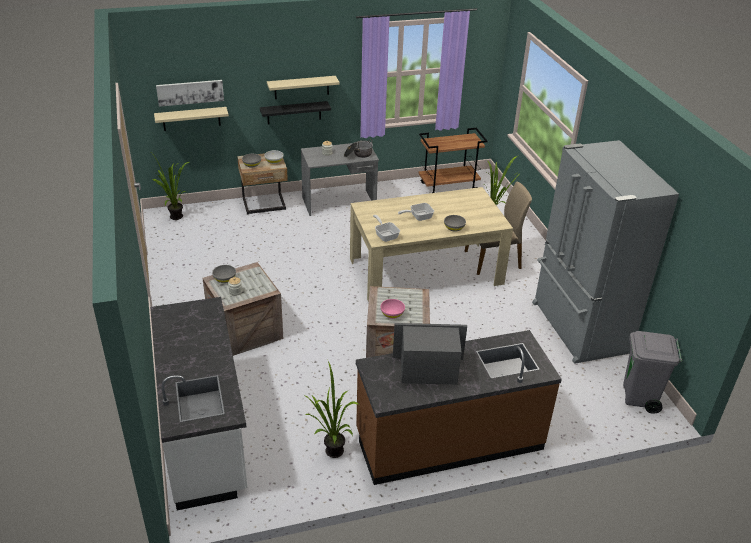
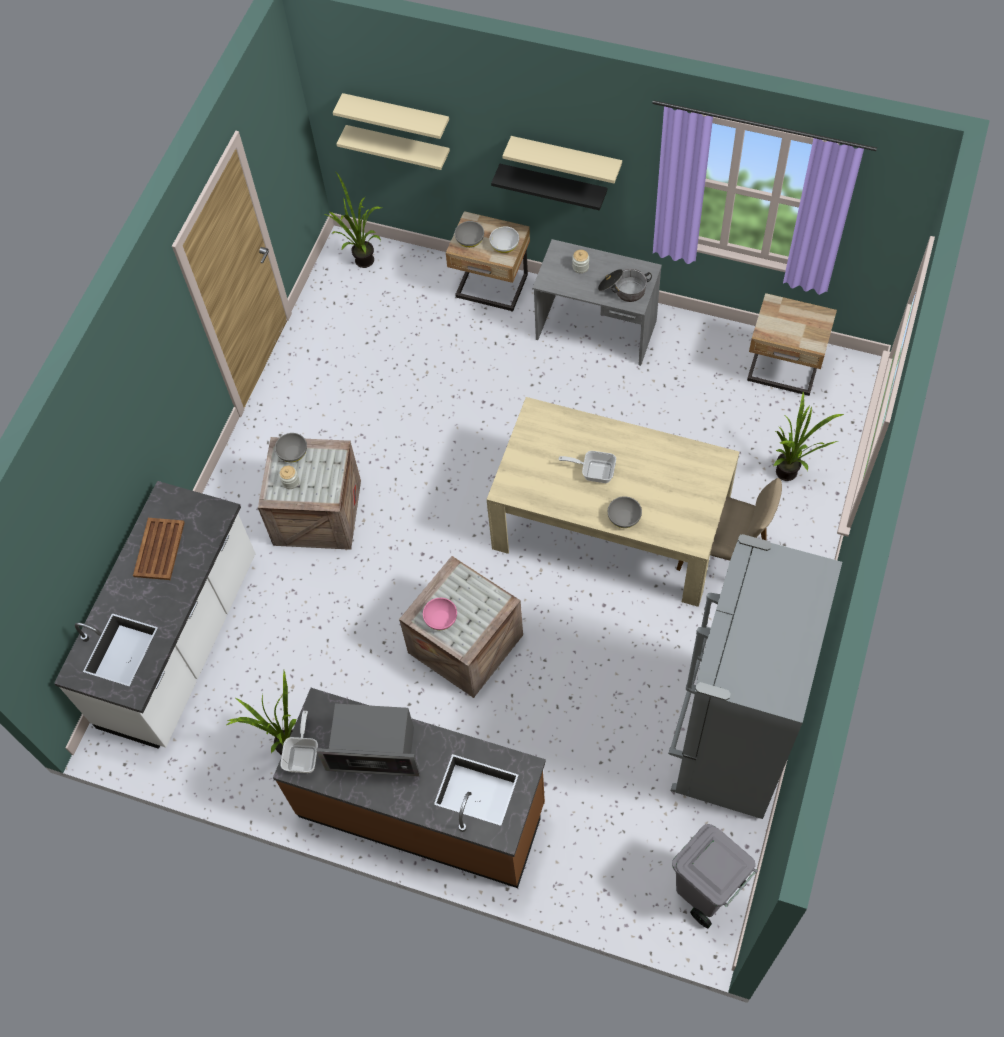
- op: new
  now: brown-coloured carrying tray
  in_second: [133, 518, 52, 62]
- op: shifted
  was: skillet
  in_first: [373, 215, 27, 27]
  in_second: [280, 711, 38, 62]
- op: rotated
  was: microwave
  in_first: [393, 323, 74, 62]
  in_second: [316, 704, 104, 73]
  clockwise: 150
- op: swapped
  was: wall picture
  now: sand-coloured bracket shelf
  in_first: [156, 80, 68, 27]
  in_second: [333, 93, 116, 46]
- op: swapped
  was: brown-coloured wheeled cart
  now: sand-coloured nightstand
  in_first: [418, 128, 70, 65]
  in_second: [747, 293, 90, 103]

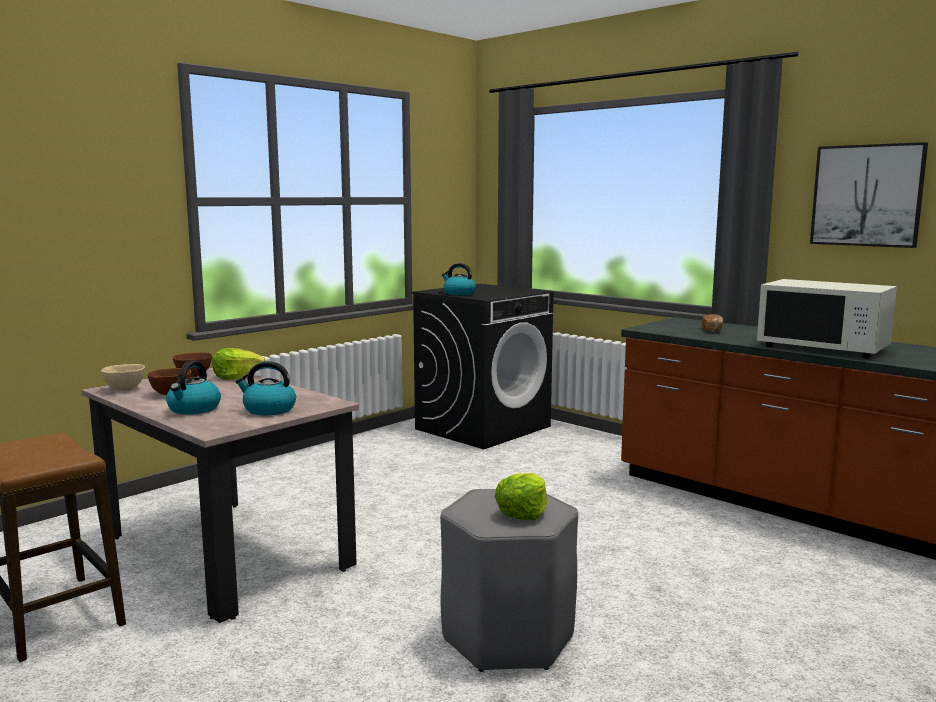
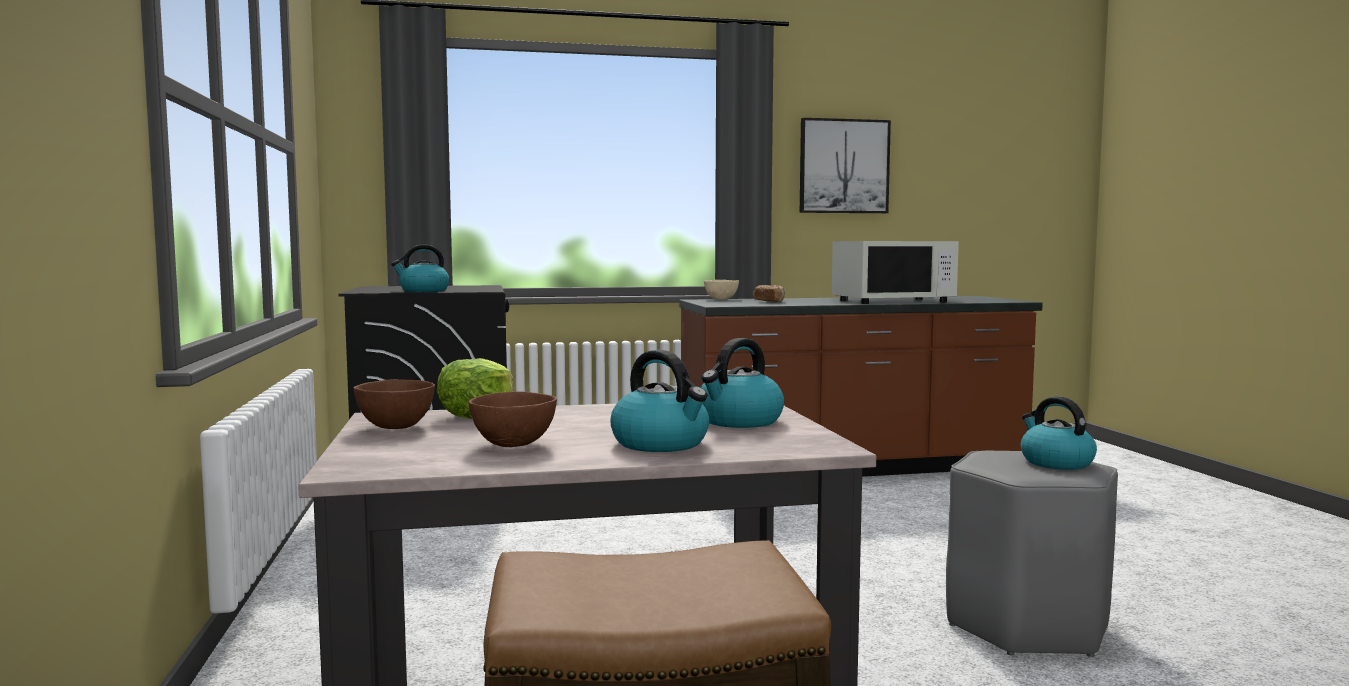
- op: shifted
  was: sand-coloured deep dish
  in_first: [101, 364, 44, 27]
  in_second: [704, 280, 35, 20]
- op: swapped
  was: head of lettuce
  now: tea kettle
  in_first: [495, 473, 52, 47]
  in_second: [1021, 397, 76, 73]

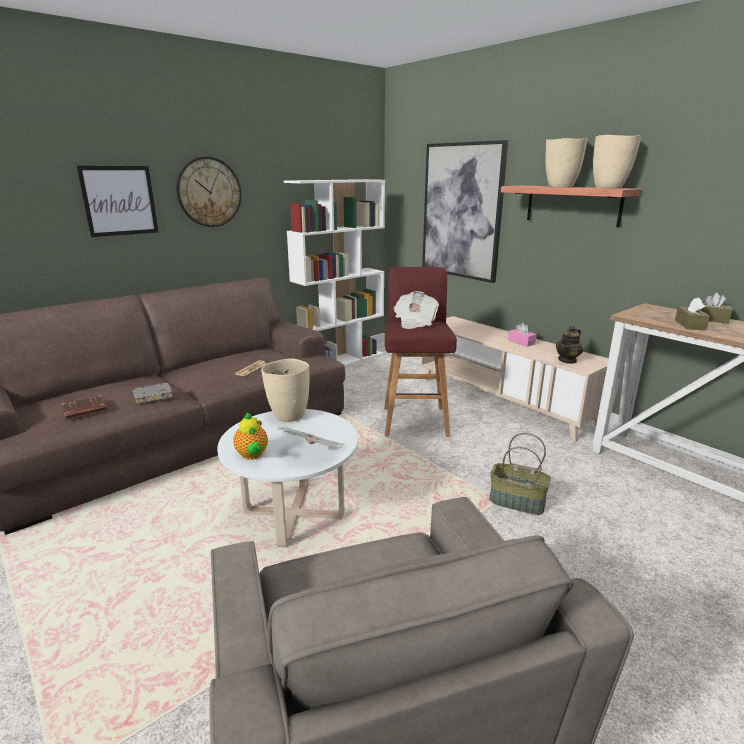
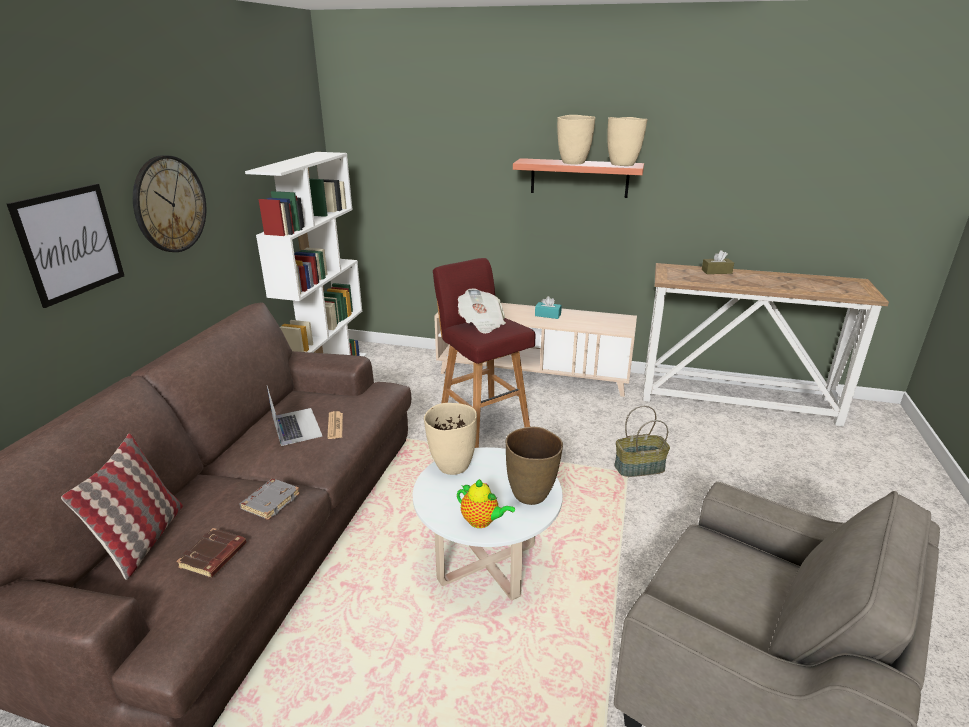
- op: new
  now: pillow
  in_second: [61, 434, 122, 146]
- op: new
  now: notebook computer
  in_second: [267, 386, 55, 60]
- op: swapped
  was: daily paper
  now: brown-coloured vase
  in_first: [278, 427, 67, 22]
  in_second: [506, 427, 57, 78]
- op: repainted
  was: pink-coloured box of tissues
  now: blue-green box of tissues
  in_first: [508, 323, 29, 24]
  in_second: [535, 296, 27, 23]
- op: gone
  was: wall picture
  in_first: [422, 140, 86, 143]
- op: gone
  was: teapot
  in_first: [556, 326, 27, 38]
- op: gone
  was: brown-coloured box of tissues
  in_first: [675, 297, 35, 33]

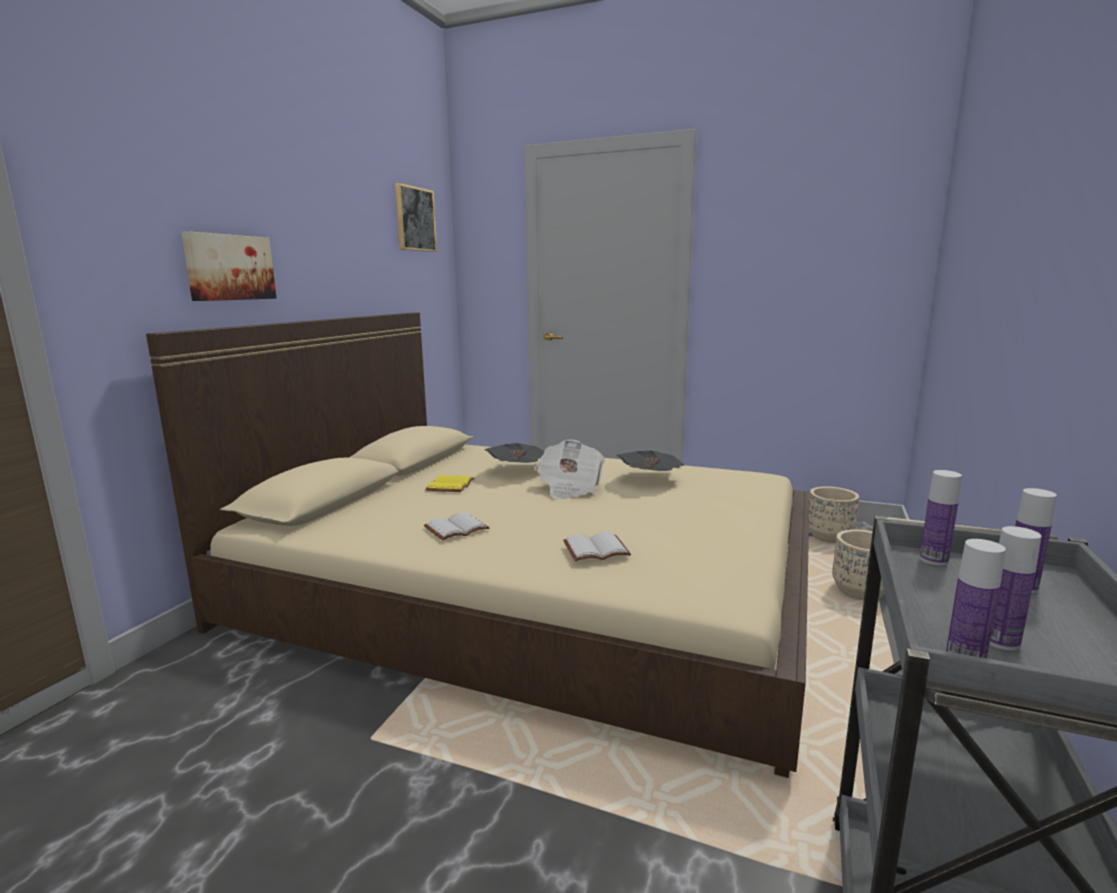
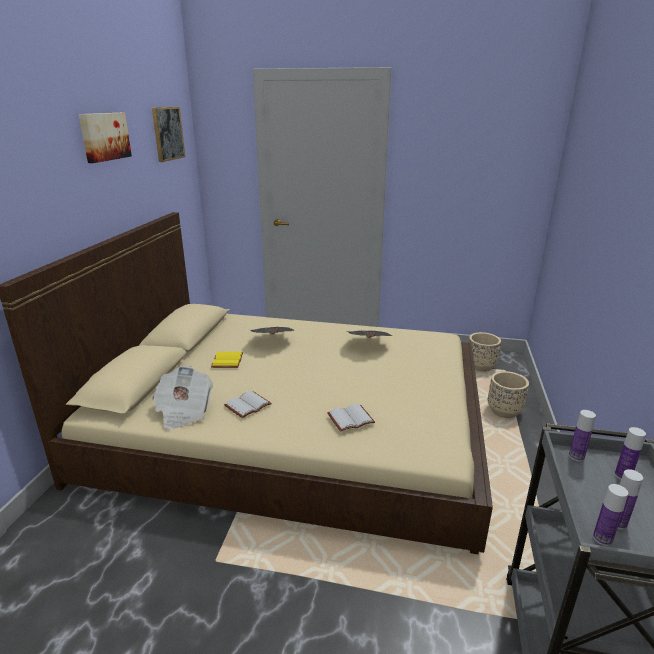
- op: shifted
  was: wall picture
  in_first: [181, 231, 96, 70]
  in_second: [79, 113, 53, 50]
- op: shifted
  was: daily paper
  in_first: [536, 440, 69, 59]
  in_second: [152, 366, 61, 64]

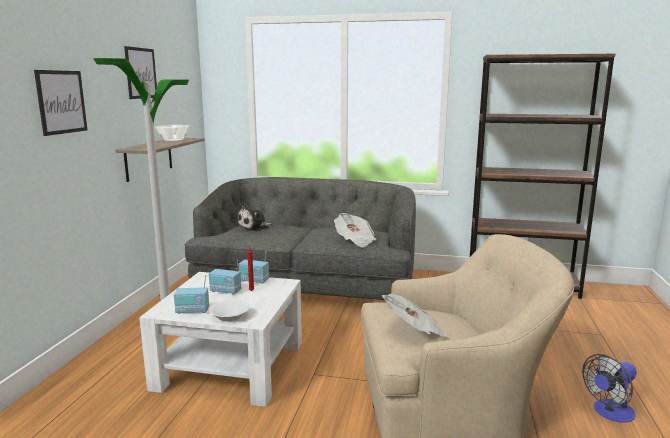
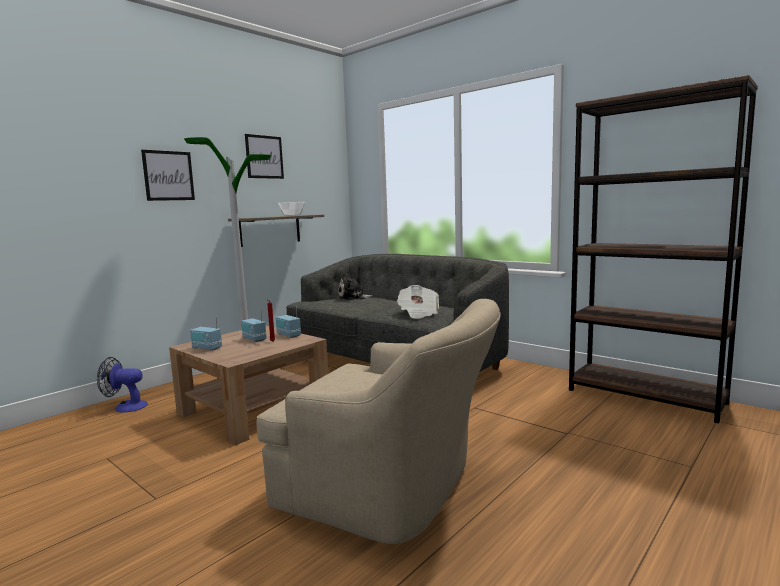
- op: shifted
  was: fan
  in_first: [582, 354, 55, 69]
  in_second: [97, 357, 51, 56]
- op: repainted
  was: white-coloured lounge table
  now: brown-coloured lounge table
  in_first: [139, 272, 163, 135]
  in_second: [169, 326, 159, 119]
- op: gone
  was: white-coloured deep dish
  in_first: [209, 300, 41, 21]
- op: gone
  was: daily paper
  in_first: [382, 294, 66, 43]

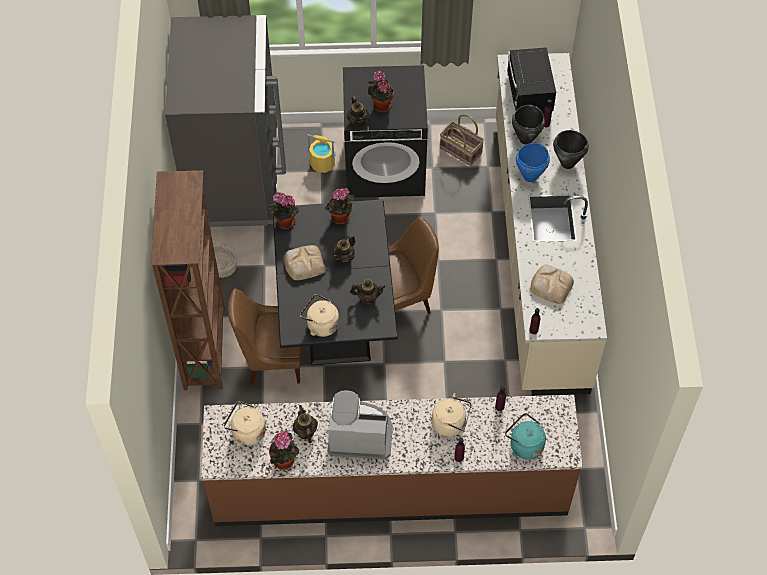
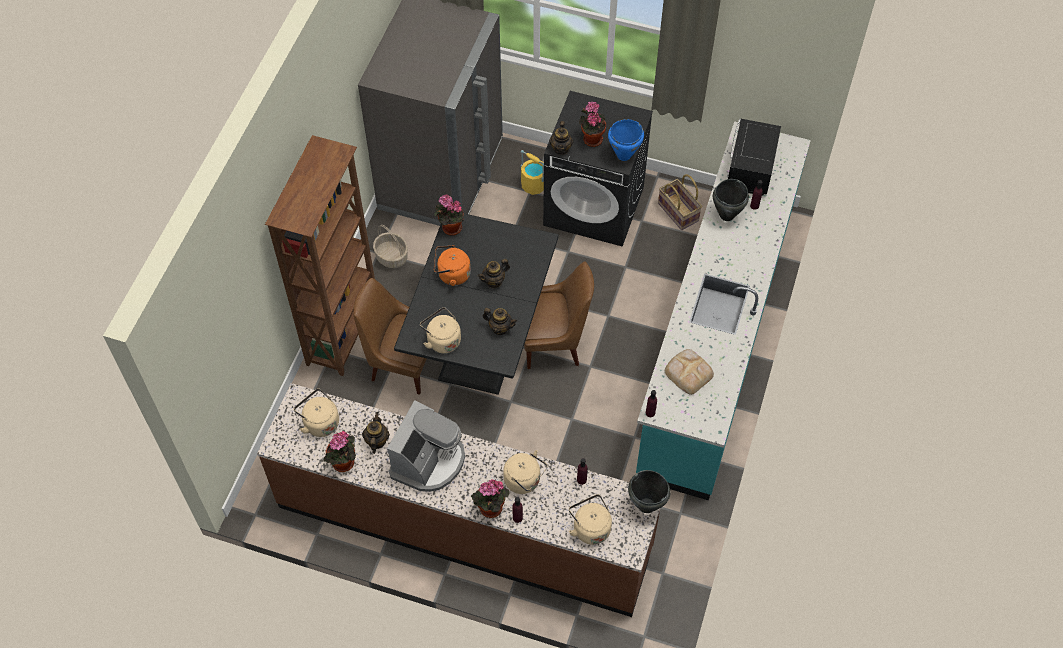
- op: rotated
  was: coffee brewer
  in_first: [328, 390, 65, 70]
  in_second: [387, 400, 78, 92]
  clockwise: 90
- op: swapped
  was: baked bread
  now: orange tea kettle
  in_first: [284, 245, 42, 35]
  in_second: [434, 245, 37, 41]
- op: shifted
  was: potted plant
  in_first: [324, 188, 30, 36]
  in_second: [471, 479, 39, 39]
- op: repainted
  was: blue-green tea kettle
  now: sand-coloured tea kettle
  in_first: [505, 413, 41, 47]
  in_second: [569, 494, 43, 51]
- op: shifted
  was: blue saucepot
  in_first: [516, 143, 34, 39]
  in_second: [608, 119, 36, 42]
- op: shifted
  was: black-coloured saucepot
  in_first: [553, 130, 36, 39]
  in_second: [628, 470, 42, 43]
- op: repainted
  was: sand-coloured kitchen counter
  now: blue-green kitchen counter
  in_first: [496, 53, 111, 343]
  in_second: [636, 121, 175, 379]

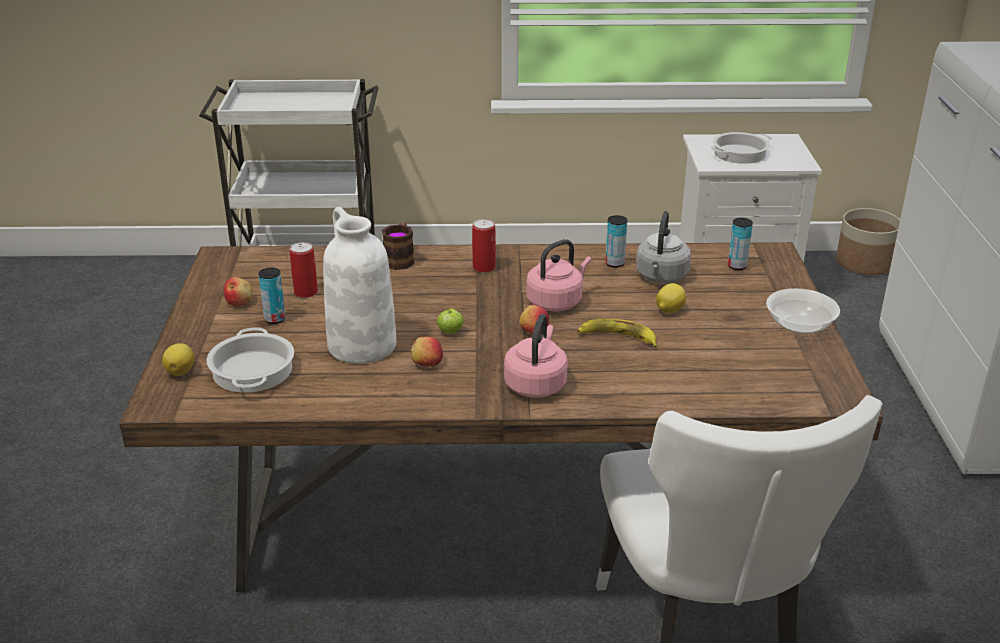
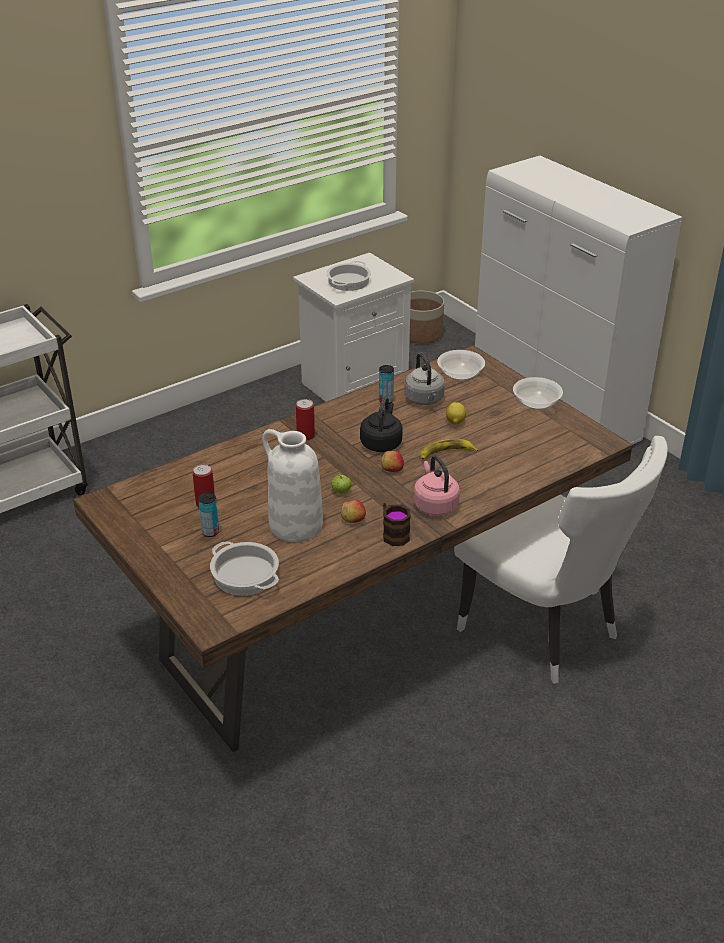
- op: repainted
  was: pink-coloured tea kettle
  now: black-coloured tea kettle
  in_first: [526, 239, 65, 72]
  in_second: [360, 396, 43, 56]
- op: shifted
  was: mug
  in_first: [382, 222, 32, 48]
  in_second: [383, 501, 28, 45]
- op: swapped
  was: sealed can
  now: deep dish
  in_first: [728, 218, 25, 52]
  in_second: [437, 350, 48, 30]
- op: gone
  was: whole lemon
  in_first: [162, 343, 32, 33]
- op: gone
  was: apple
  in_first: [224, 277, 29, 29]

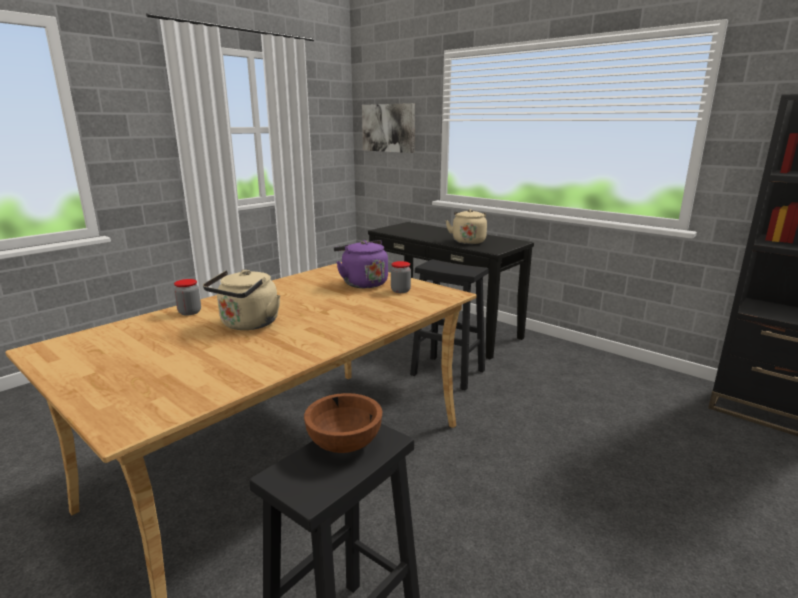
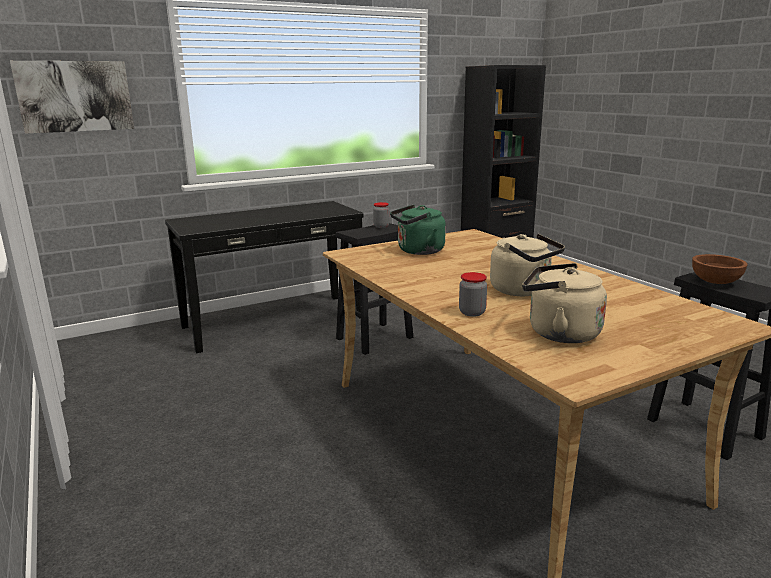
- op: shifted
  was: jar
  in_first: [391, 261, 20, 32]
  in_second: [373, 202, 16, 26]
- op: repainted
  was: purplish tea kettle
  now: green tea kettle
  in_first: [334, 240, 54, 48]
  in_second: [390, 205, 56, 50]
- op: shifted
  was: sand-coloured tea kettle
  in_first: [446, 209, 41, 35]
  in_second: [522, 263, 85, 80]

